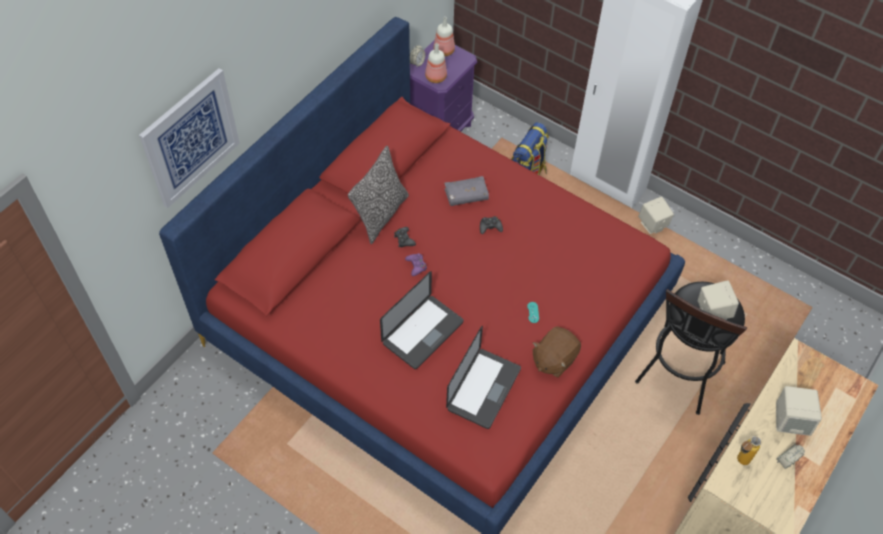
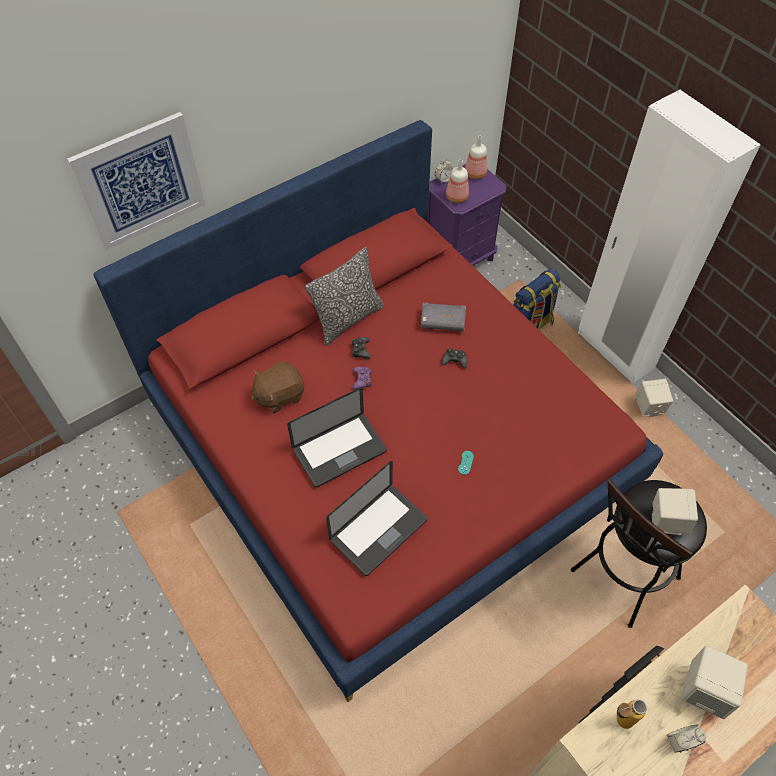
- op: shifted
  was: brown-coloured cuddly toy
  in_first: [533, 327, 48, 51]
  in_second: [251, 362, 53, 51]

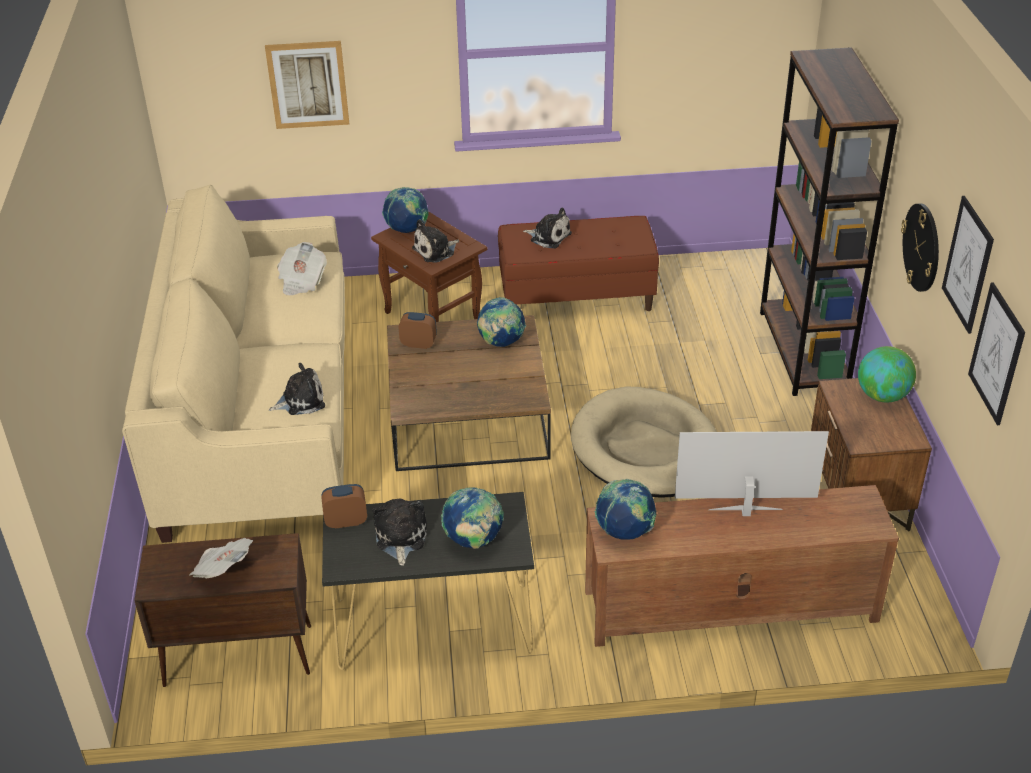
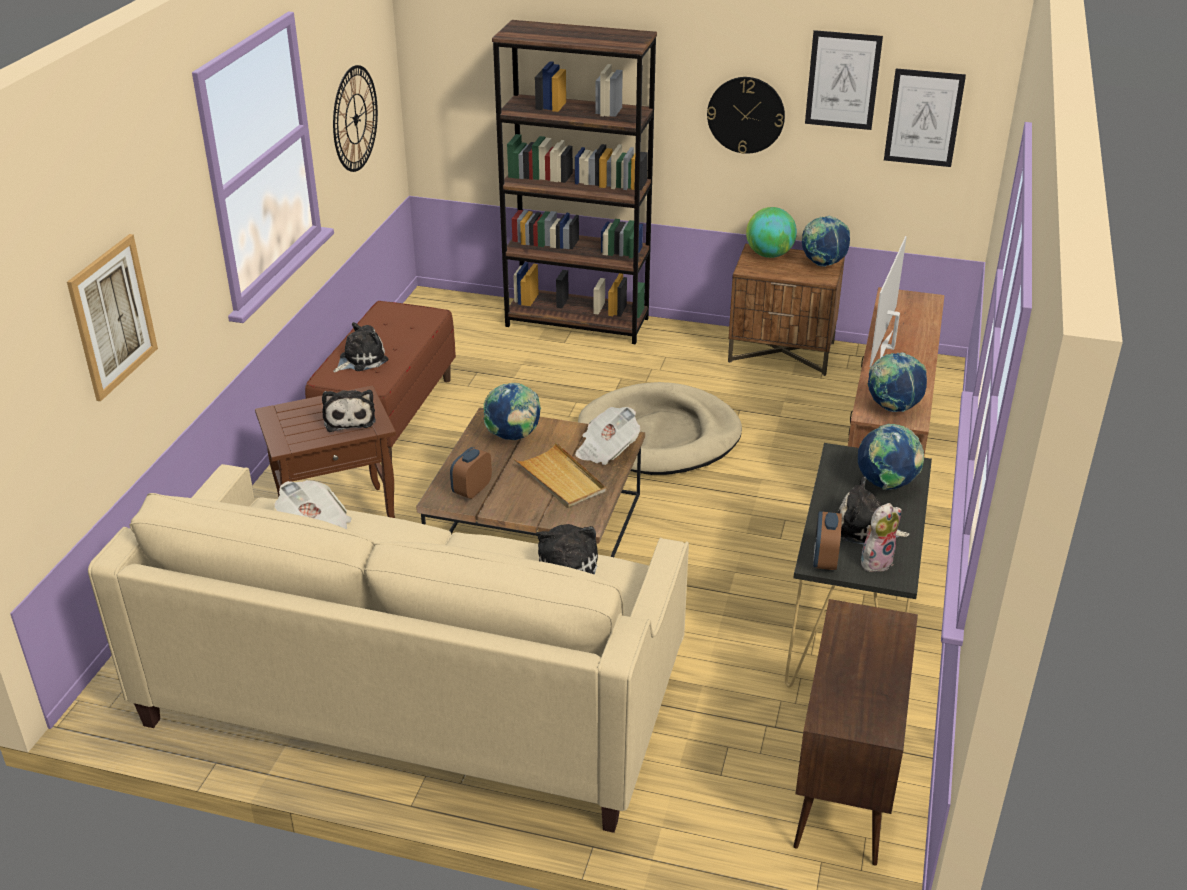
- op: new
  now: wall clock
  in_second: [333, 65, 45, 107]
- op: new
  now: sand-coloured carrying tray
  in_second: [514, 442, 92, 66]
- op: shifted
  was: daily paper
  in_first: [190, 538, 63, 40]
  in_second: [575, 407, 65, 58]
- op: shifted
  was: world globe
  in_first: [382, 187, 47, 46]
  in_second: [802, 216, 48, 51]
- op: new
  now: cuddly toy
  in_second: [861, 503, 41, 69]

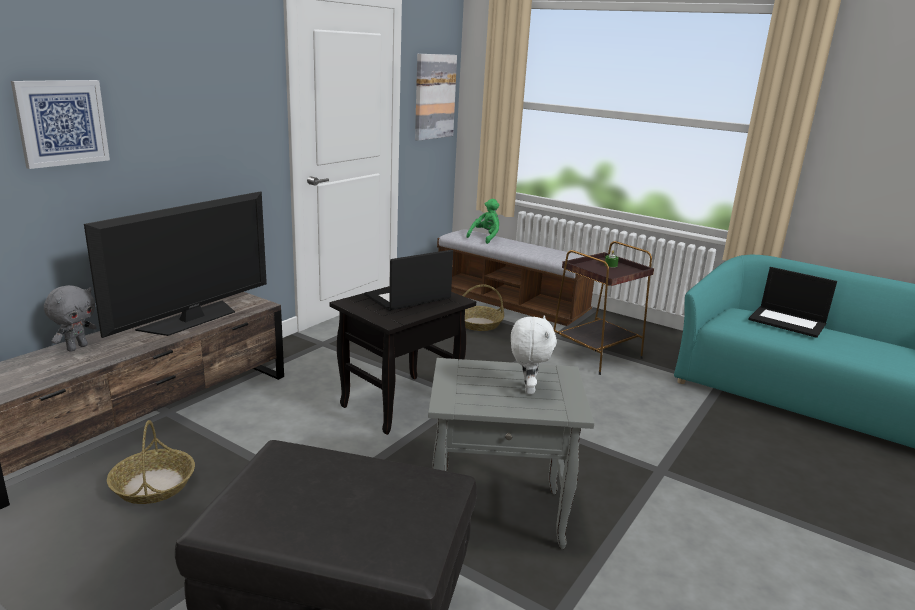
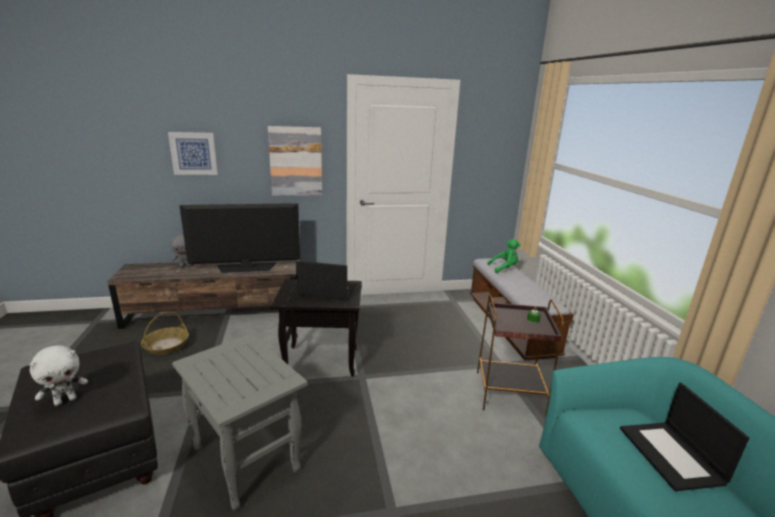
- op: shifted
  was: white-coloured cuddly toy
  in_first: [511, 316, 46, 78]
  in_second: [29, 345, 59, 61]
- op: shifted
  was: wall picture
  in_first: [415, 54, 42, 87]
  in_second: [268, 126, 54, 70]
- op: gone
  was: basket
  in_first: [463, 284, 41, 47]

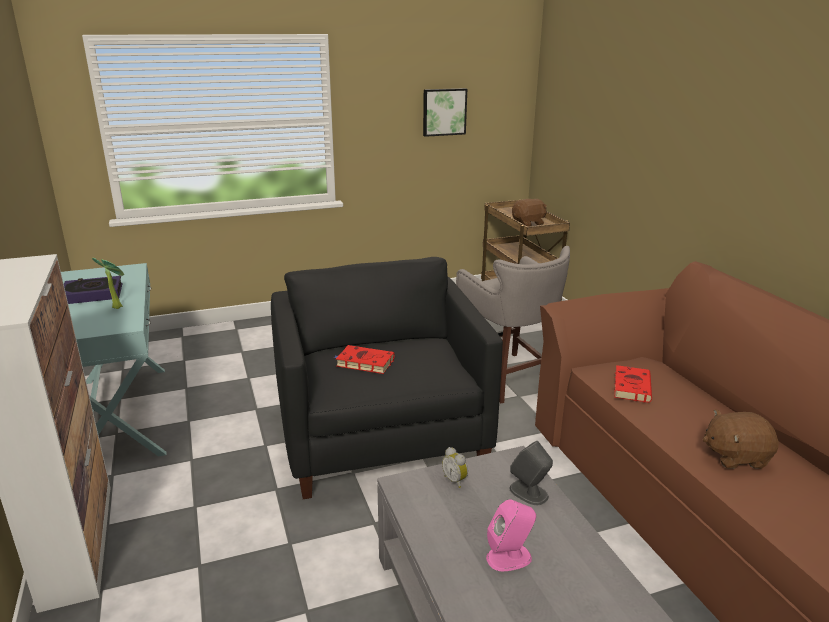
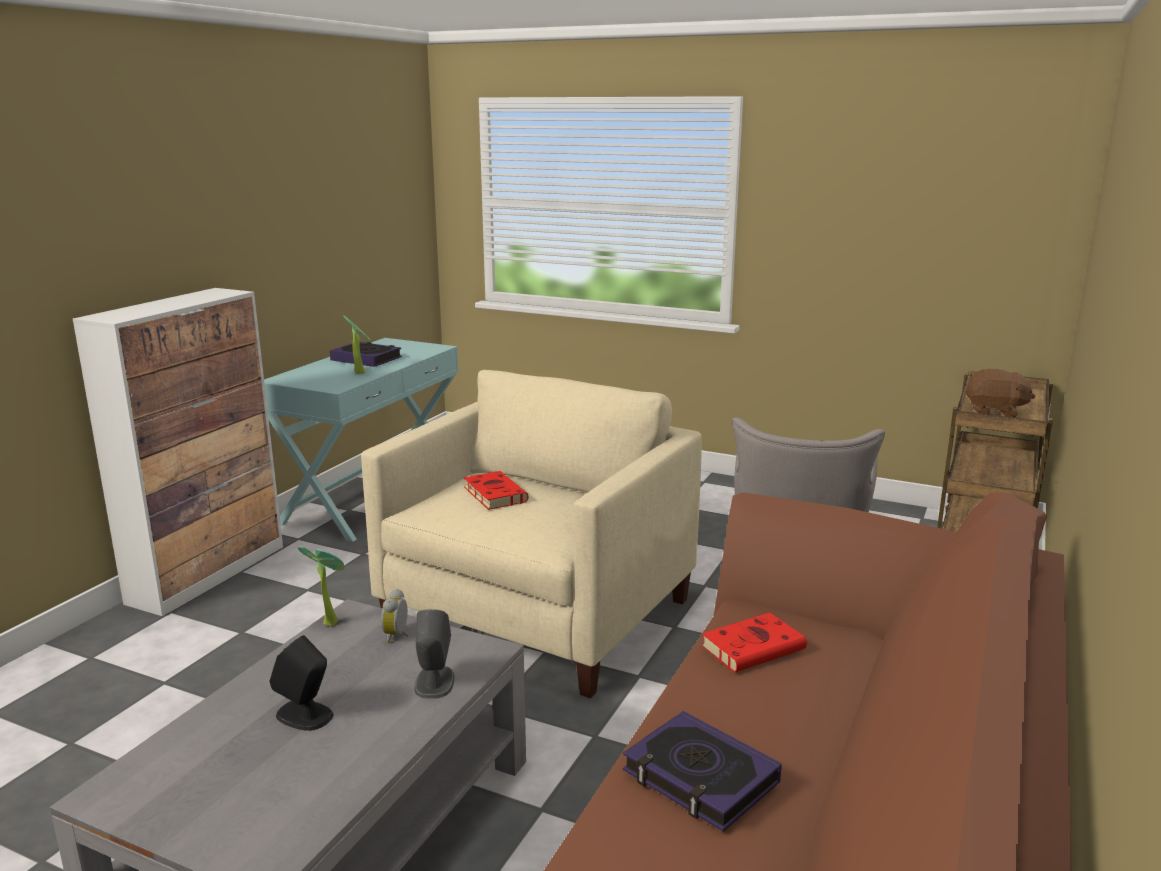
- op: repainted
  was: pink-coloured loudspeaker
  now: black-coloured loudspeaker
  in_first: [486, 499, 50, 72]
  in_second: [269, 635, 65, 96]
- op: new
  now: potted plant
  in_second: [298, 547, 47, 80]
- op: repainted
  was: black-coloured lounge chair
  now: sand-coloured lounge chair
  in_first: [271, 257, 232, 242]
  in_second: [361, 370, 341, 328]
- op: swapped
  was: brown-coloured cuddly toy
  now: bound book
  in_first: [703, 409, 76, 60]
  in_second: [623, 711, 159, 120]
- op: gone
  was: wall picture
  in_first: [423, 88, 44, 49]

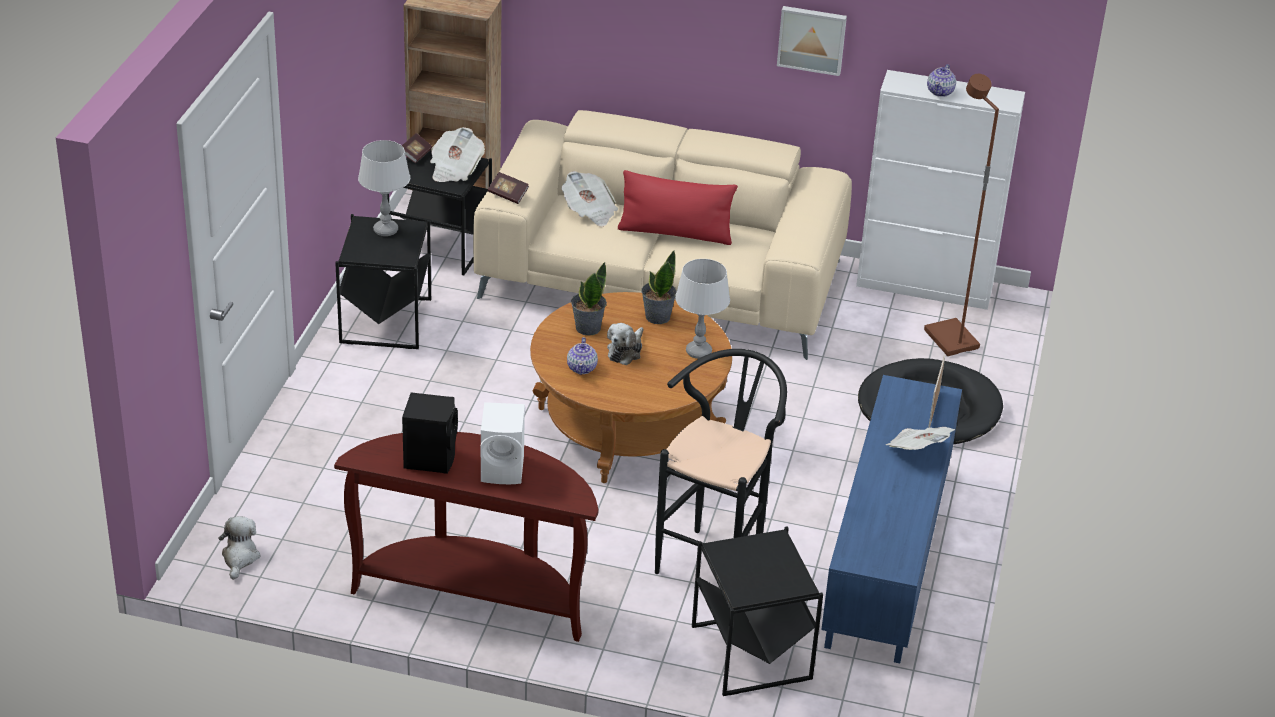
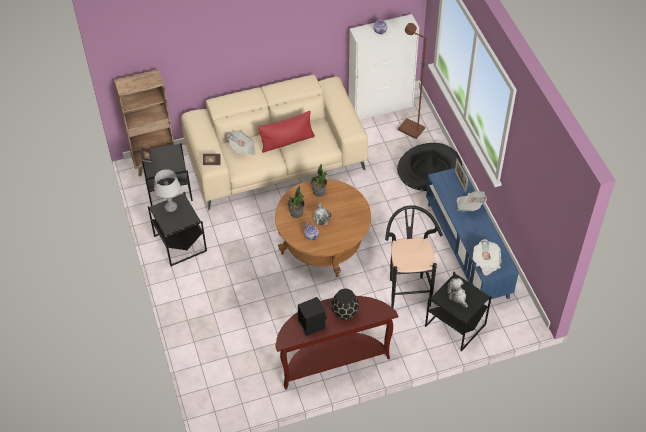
- op: swapped
  was: white-coloured loudspeaker
  now: black-coloured vase
  in_first: [480, 402, 45, 82]
  in_second: [331, 289, 28, 32]
- op: shifted
  was: cuddly toy
  in_first: [219, 516, 41, 64]
  in_second: [447, 278, 21, 30]
- op: shifted
  was: daily paper
  in_first: [430, 127, 55, 55]
  in_second: [473, 239, 28, 37]
- op: gone
  was: grey table lamp
  in_first: [675, 259, 55, 100]
- op: gone
  was: wall picture
  in_first: [777, 6, 70, 70]

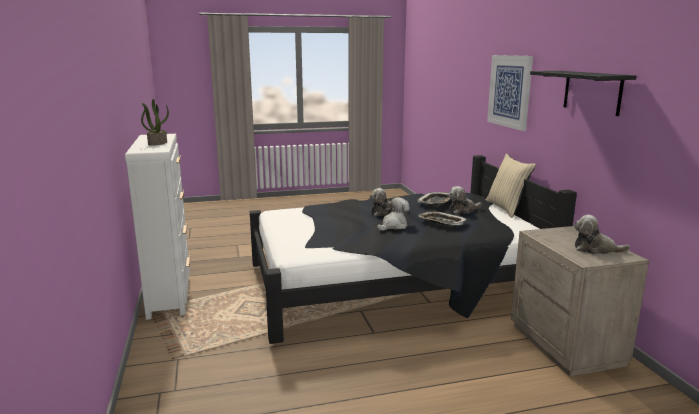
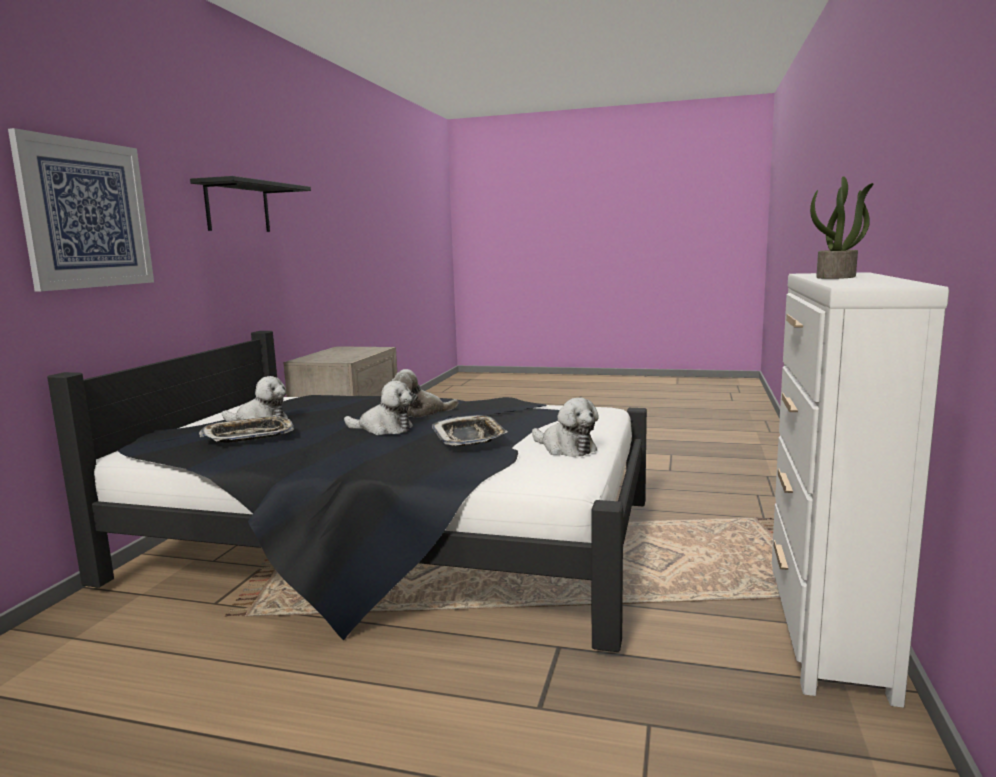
- op: shifted
  was: carrying tray
  in_first: [418, 211, 48, 15]
  in_second: [432, 415, 76, 31]
- op: shifted
  was: cuddly toy
  in_first: [574, 215, 56, 39]
  in_second: [532, 398, 67, 59]
- op: gone
  was: sand-coloured pillow
  in_first: [486, 153, 50, 65]

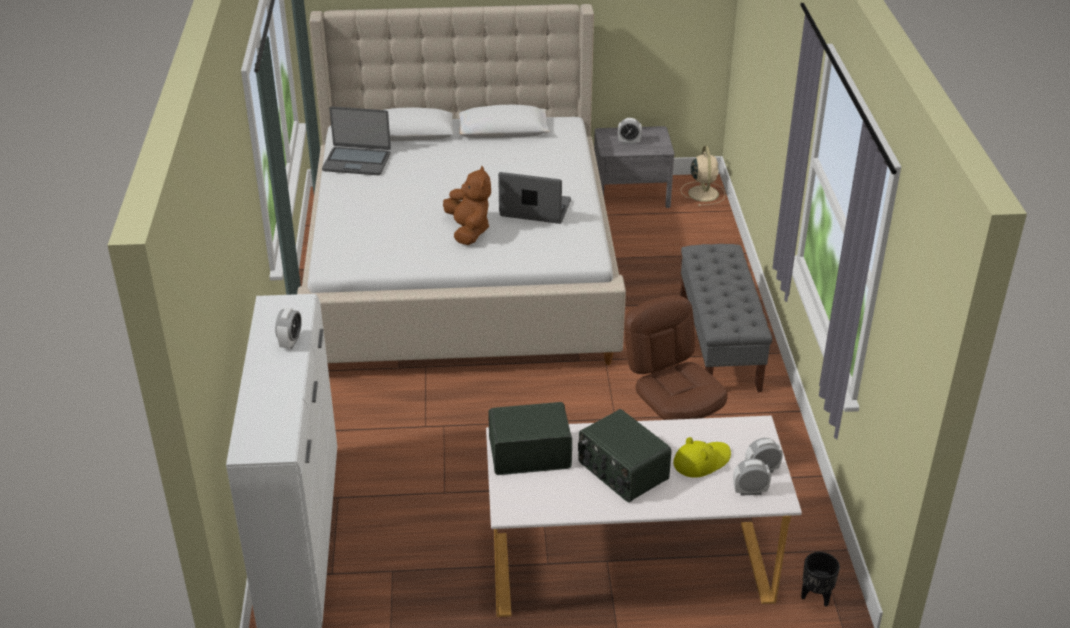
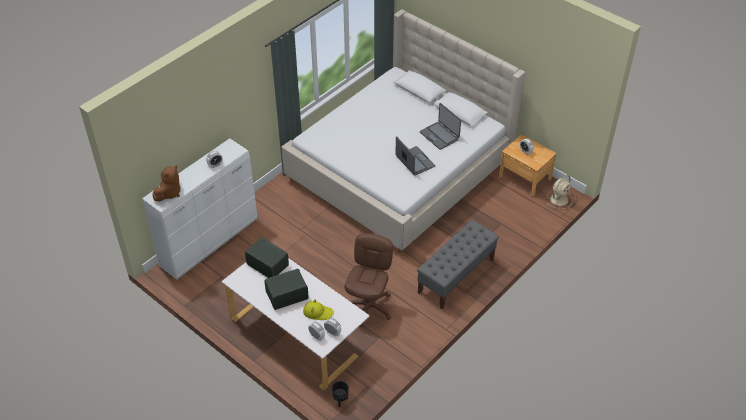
- op: shifted
  was: brown-coloured cuddly toy
  in_first: [443, 166, 48, 79]
  in_second: [153, 165, 27, 36]
- op: rotated
  was: radio set
  in_first: [578, 409, 93, 93]
  in_second: [264, 269, 45, 41]
  clockwise: 60
- op: shifted
  was: notebook computer
  in_first: [322, 106, 69, 69]
  in_second: [420, 103, 41, 47]
- op: repainted
  was: grey nightstand
  now: brown-coloured nightstand
  in_first: [594, 126, 80, 82]
  in_second: [499, 135, 57, 62]

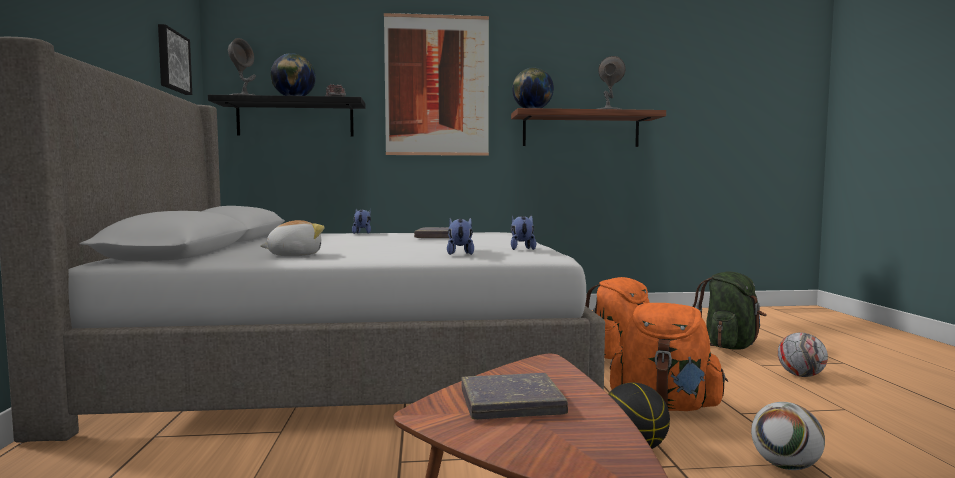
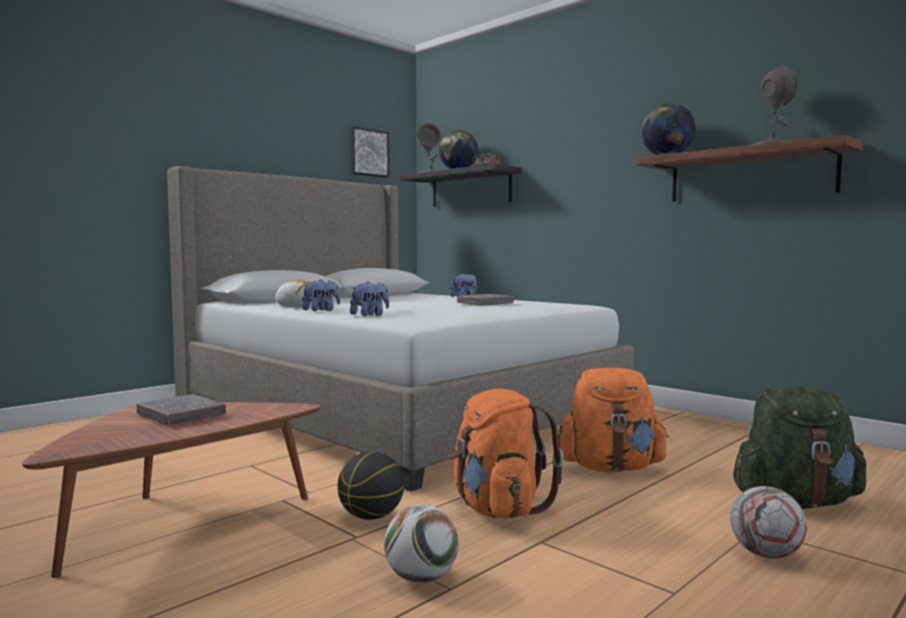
- op: shifted
  was: cuddly toy
  in_first: [511, 215, 25, 35]
  in_second: [302, 280, 38, 31]
- op: gone
  was: wall picture
  in_first: [384, 13, 105, 143]

